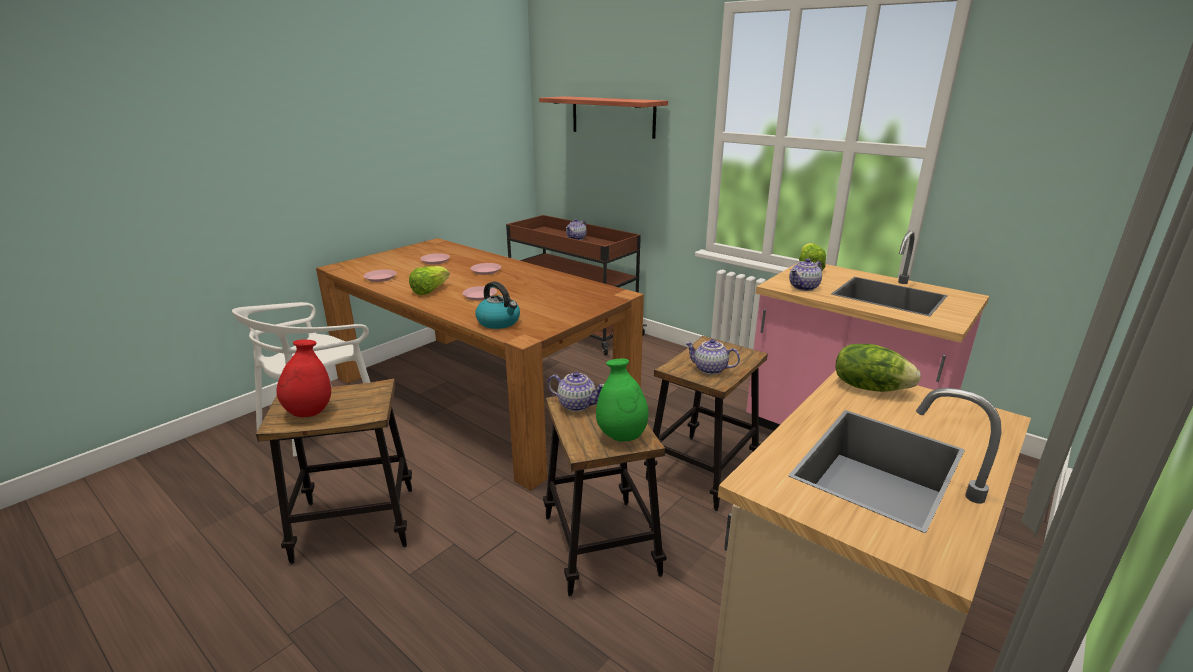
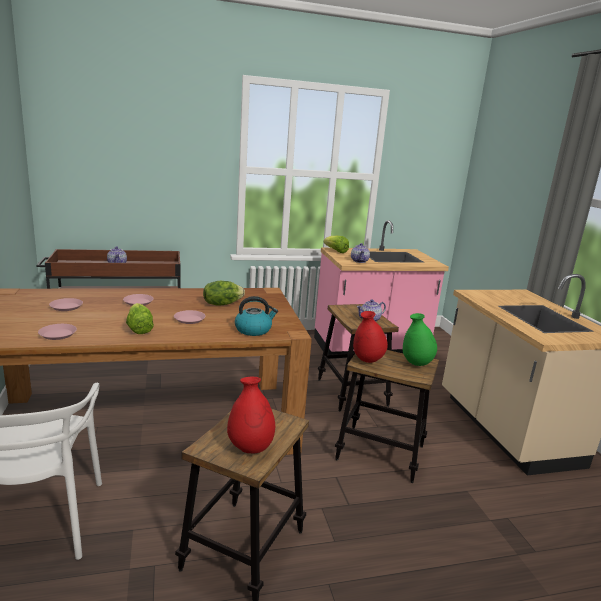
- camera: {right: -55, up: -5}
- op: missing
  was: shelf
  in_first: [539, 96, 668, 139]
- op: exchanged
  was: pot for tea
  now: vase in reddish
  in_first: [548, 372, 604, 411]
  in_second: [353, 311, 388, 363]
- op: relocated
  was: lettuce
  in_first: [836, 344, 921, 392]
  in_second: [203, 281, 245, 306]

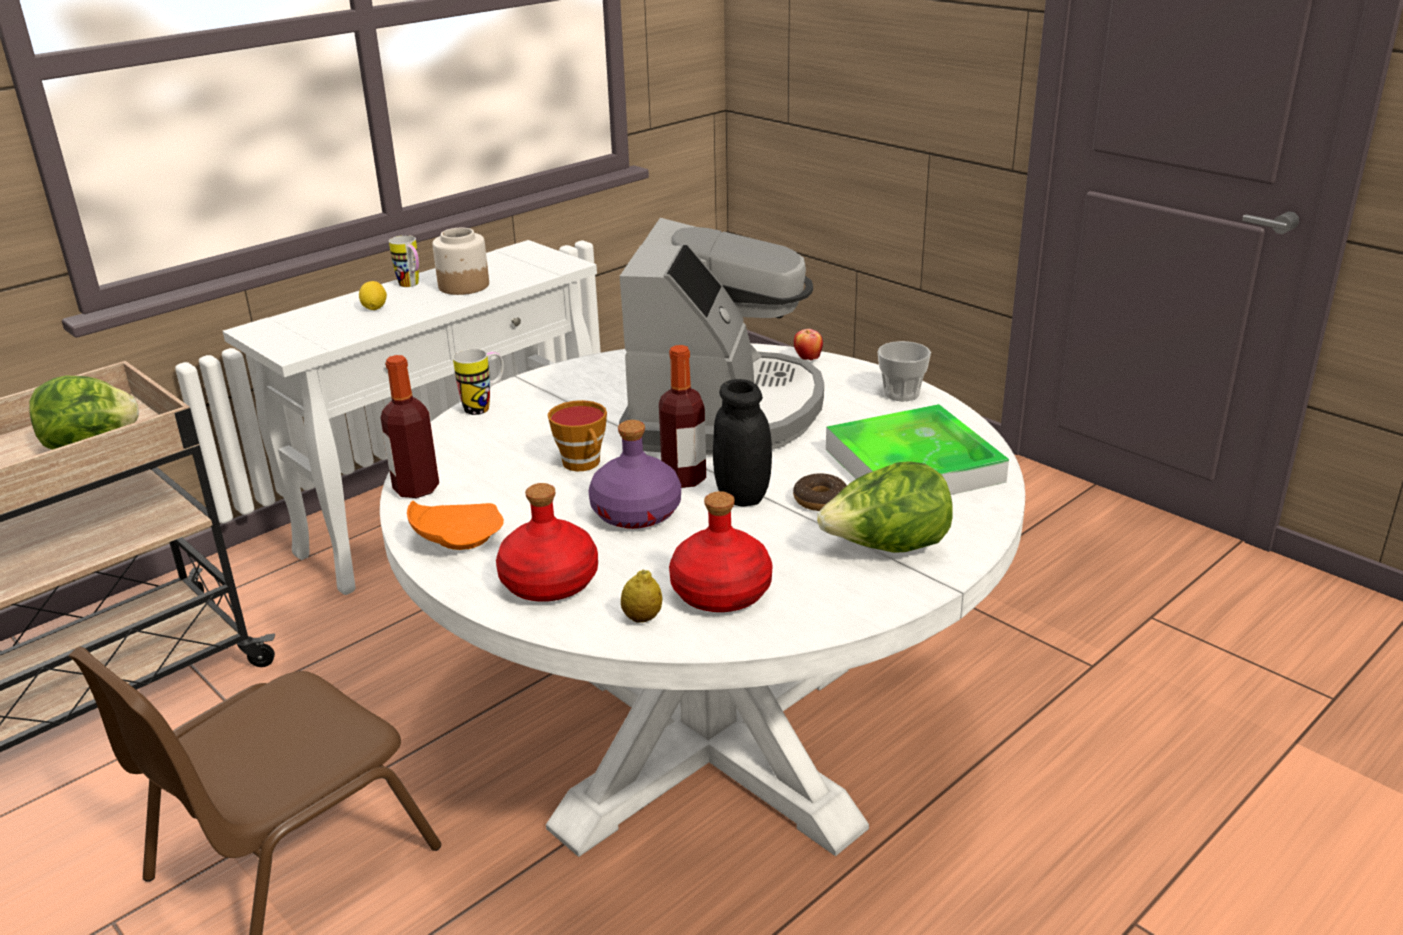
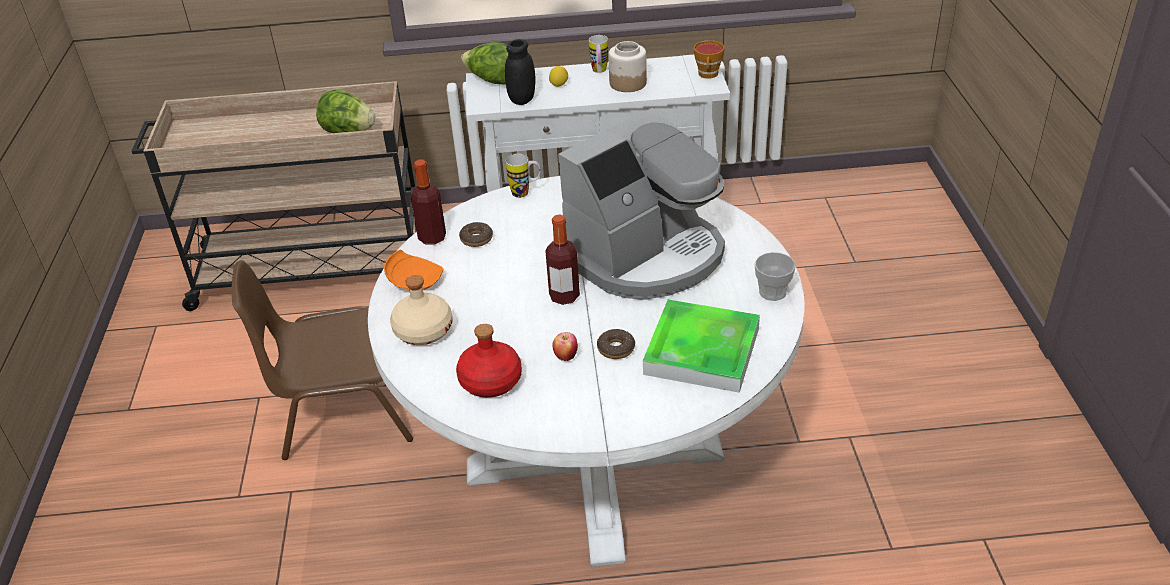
- camera: {right: 40, up: 10}
- op: colour
  was: beverage bottle in reddish
  now: beverage bottle in beige
  in_first: [496, 483, 598, 602]
  in_second: [390, 275, 452, 345]
- op: relocated
  was: drinking cup
  in_first: [548, 400, 607, 471]
  in_second: [694, 40, 724, 79]
- op: missing
  was: beverage bottle in purplish
  in_first: [589, 420, 681, 529]
- op: missing
  was: citrus fruit
  in_first: [621, 570, 662, 623]
- op: relocated
  was: storage jar in black
  in_first: [713, 379, 772, 506]
  in_second: [505, 39, 536, 105]
- op: relocated
  was: apple fruit
  in_first: [794, 329, 823, 361]
  in_second: [552, 332, 578, 361]
- op: relocated
  was: lettuce
  in_first: [817, 461, 953, 553]
  in_second: [461, 42, 508, 84]
- op: appeared
  now: ring doughnut
  in_second: [459, 222, 493, 247]

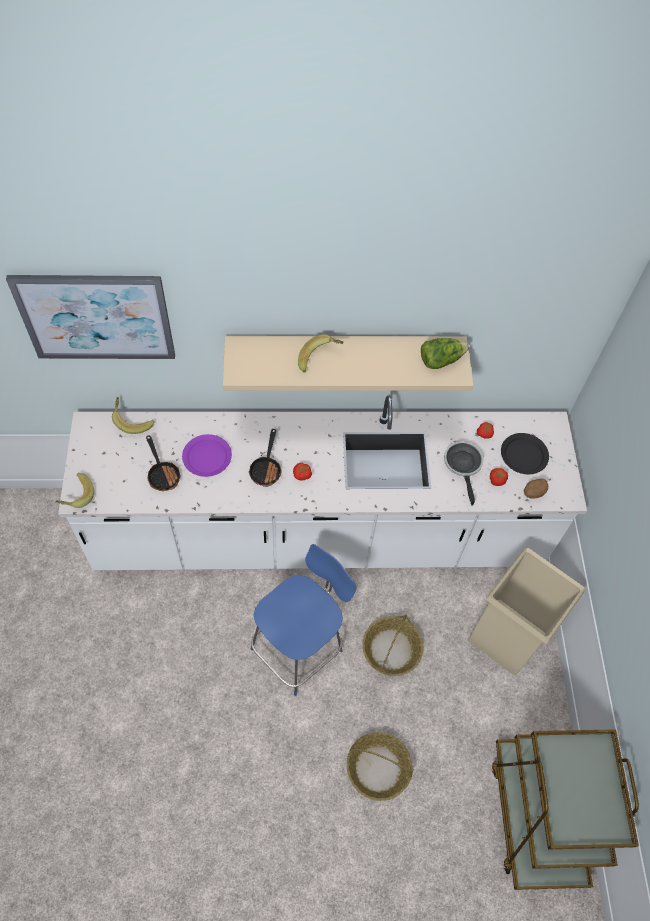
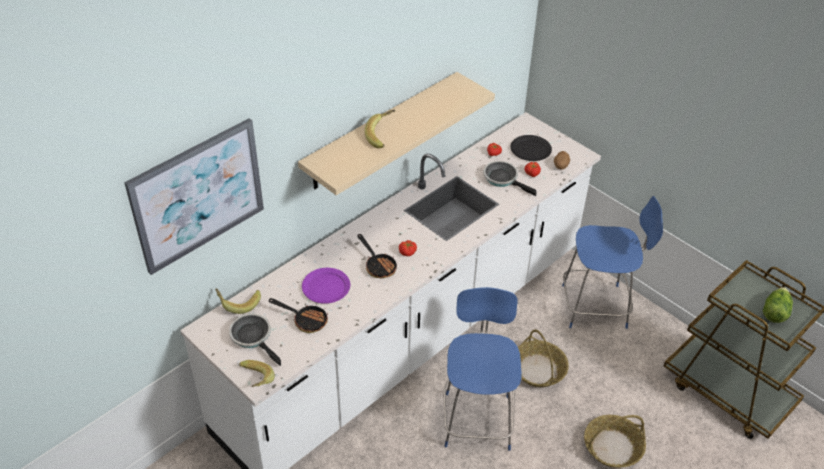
- camera: {right: -40, up: -15}
- op: relocated
  was: lettuce
  in_first: [421, 338, 469, 369]
  in_second: [763, 287, 793, 323]
- op: exchanged
  was: trash can in beige
  now: upright chair in blue
  in_first: [468, 548, 585, 676]
  in_second: [562, 196, 663, 329]
- op: appeared
  now: skillet
  in_second: [229, 314, 281, 366]

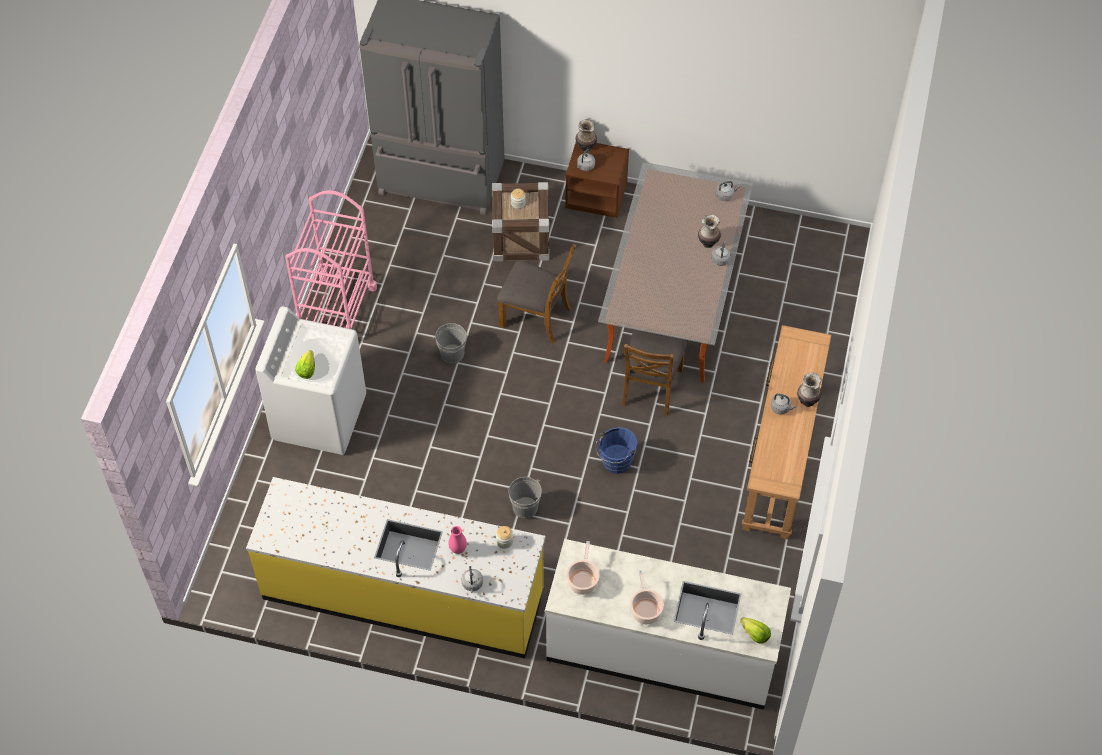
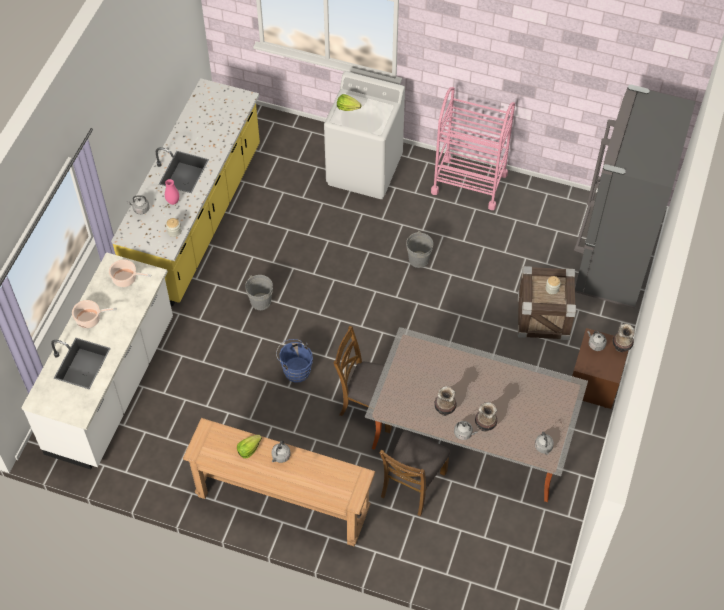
- camera: {right: 95, up: 0}
- op: relocated
  was: upright chair in brownish
  in_first: [497, 243, 576, 343]
  in_second: [380, 430, 451, 516]
- op: relocated
  was: lettuce
  in_first: [740, 617, 771, 644]
  in_second: [237, 435, 262, 458]
- op: relocated
  was: vase
  in_first: [797, 373, 822, 407]
  in_second: [434, 386, 457, 416]

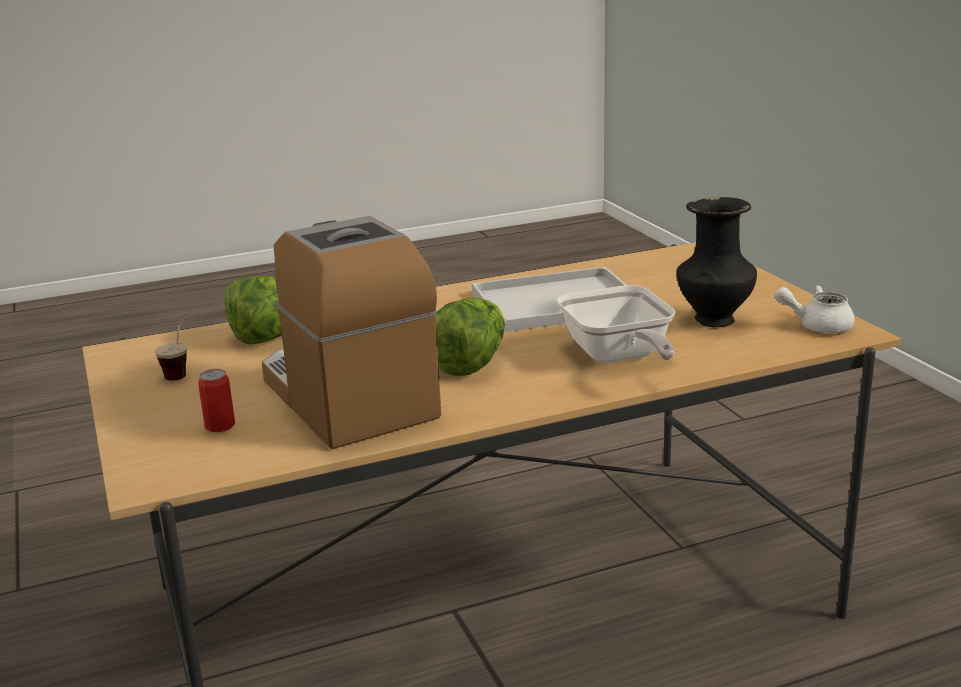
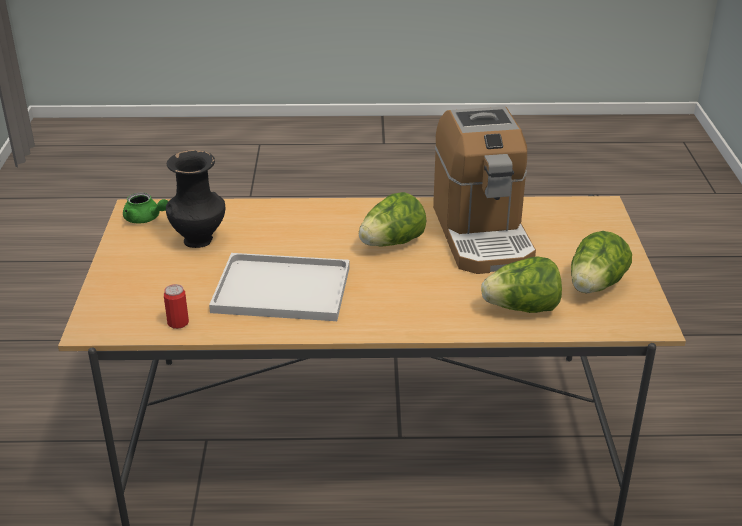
- camera: {right: -160, up: 10}
- op: exchanged
  was: drinking cup
  now: lettuce
  in_first: [155, 314, 187, 381]
  in_second: [571, 231, 632, 294]
- op: relocated
  was: metal can
  in_first: [198, 369, 235, 432]
  in_second: [164, 284, 189, 329]
- op: missing
  was: skillet
  in_first: [557, 285, 676, 363]
- op: colour
  was: pot for tea in white
  now: pot for tea in greenish
  in_first: [775, 285, 855, 333]
  in_second: [123, 192, 168, 223]

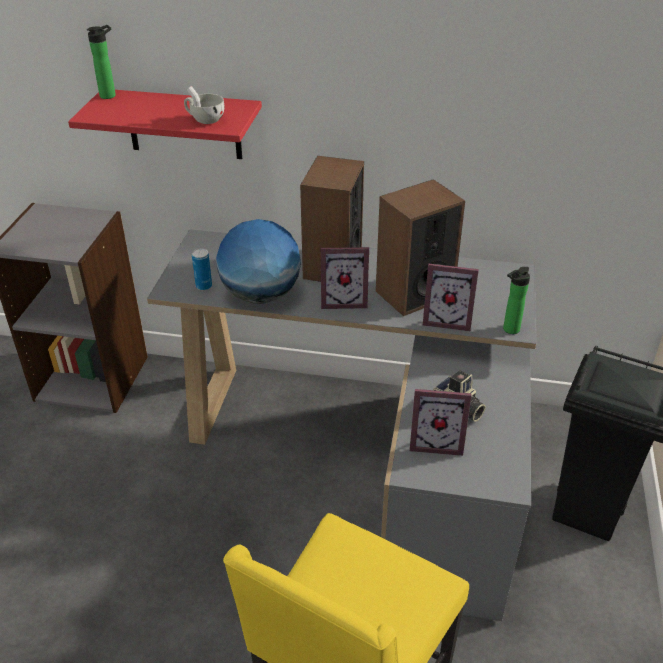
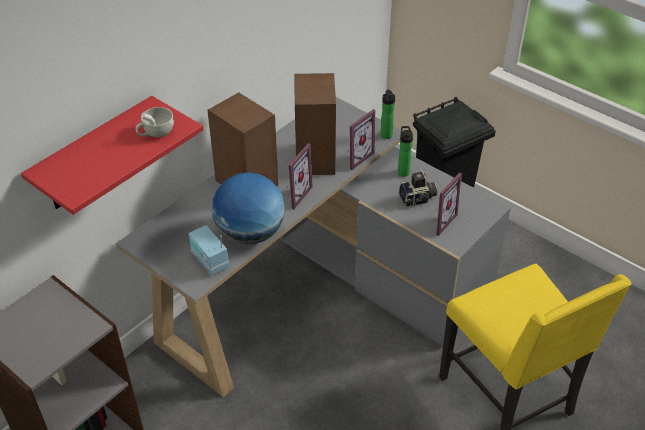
- camera: {right: -60, up: 5}
- op: relocated
  was: beverage bottle
  in_first: [87, 25, 116, 99]
  in_second: [398, 126, 413, 177]
- op: exchanged
  was: metal can
  now: radio receiver
  in_first: [192, 248, 212, 290]
  in_second: [189, 225, 229, 276]

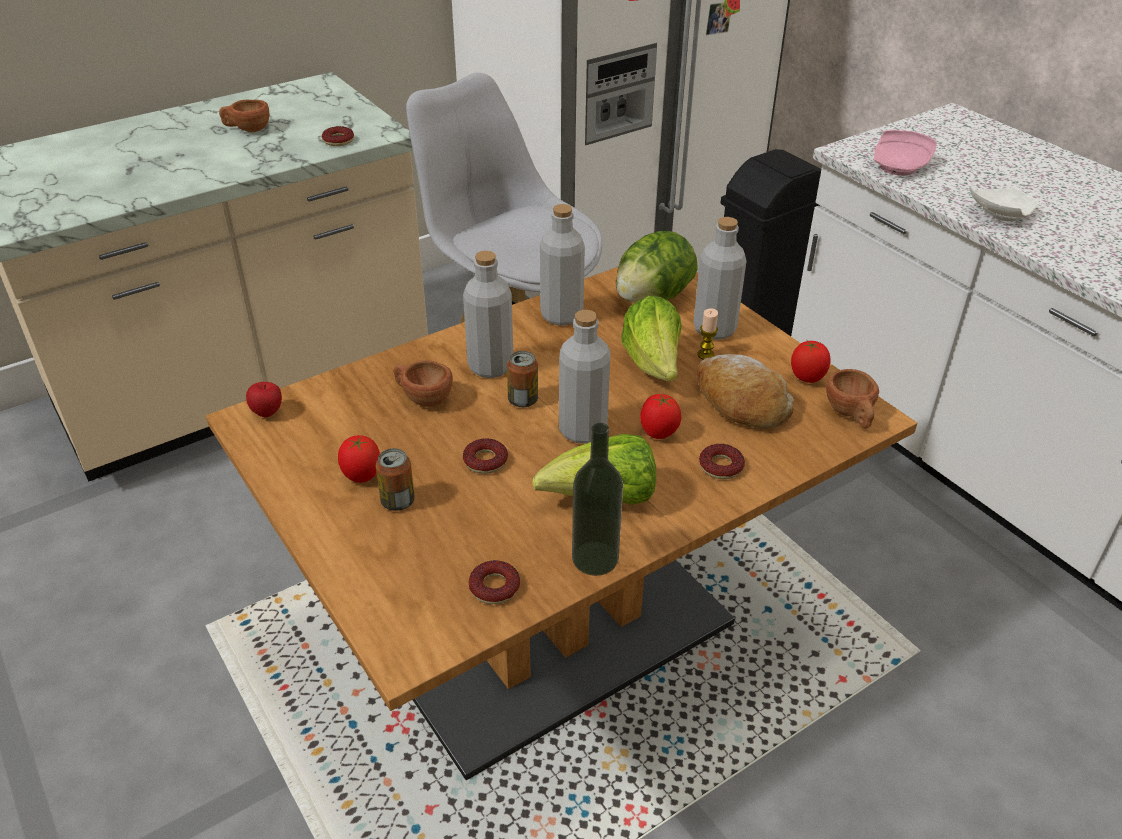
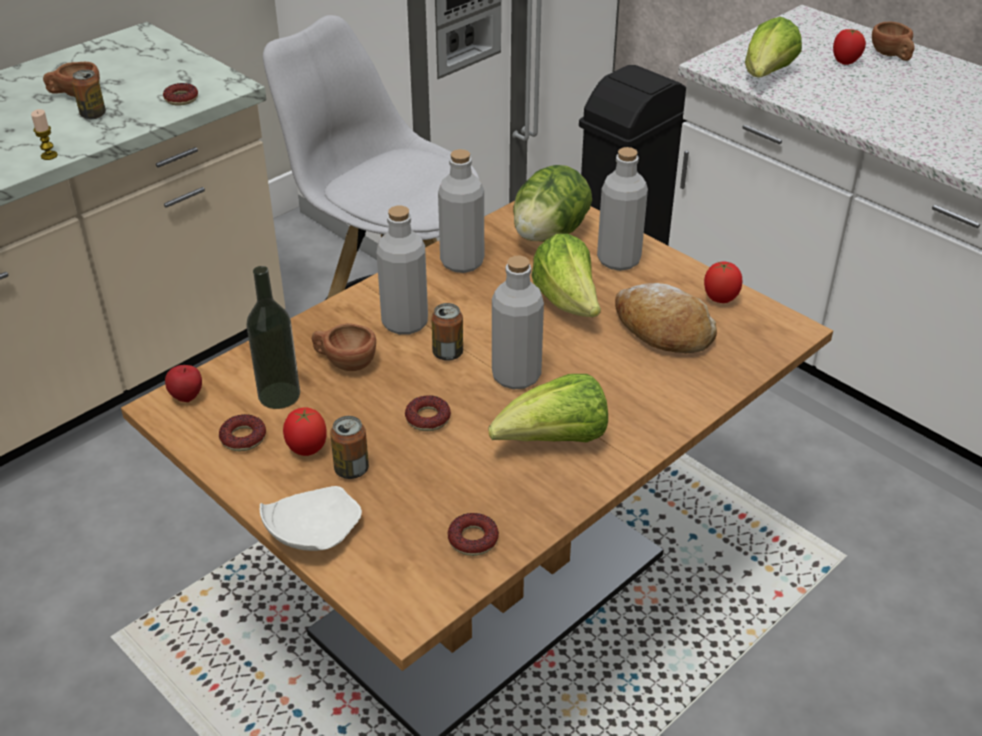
- camera: {right: -10, up: 0}
- op: relocated
  was: beverage bottle
  in_first: [572, 423, 623, 576]
  in_second: [246, 266, 300, 409]
- op: relocated
  was: tomato
  in_first: [640, 394, 681, 439]
  in_second: [833, 29, 866, 65]
- op: relocated
  was: candle
  in_first: [697, 308, 718, 359]
  in_second: [31, 109, 58, 160]
- op: relocated
  was: ring doughnut
  in_first: [699, 444, 745, 479]
  in_second: [219, 414, 266, 451]
- op: relocated
  was: drinking cup in brownish
  in_first: [826, 369, 879, 428]
  in_second: [872, 22, 915, 61]
- op: exchanged
  was: dinner plate in pinkish
  now: lettuce
  in_first: [873, 130, 937, 176]
  in_second: [745, 17, 802, 78]
- op: relocated
  was: dinner plate in white
  in_first: [969, 185, 1039, 221]
  in_second: [260, 486, 362, 551]
- op: appeared
  now: metal can
  in_second: [72, 70, 106, 119]

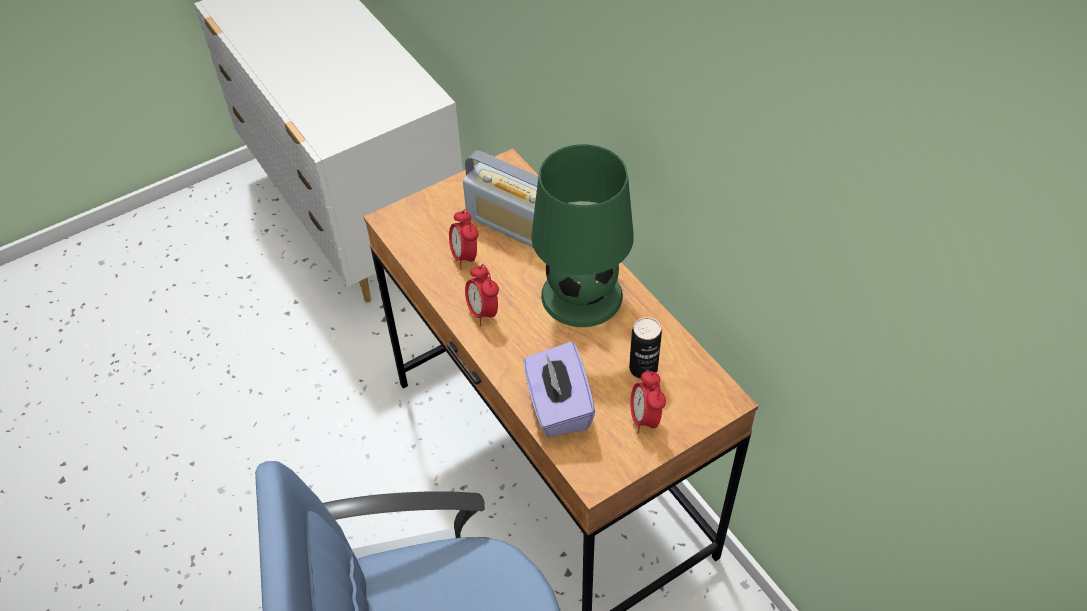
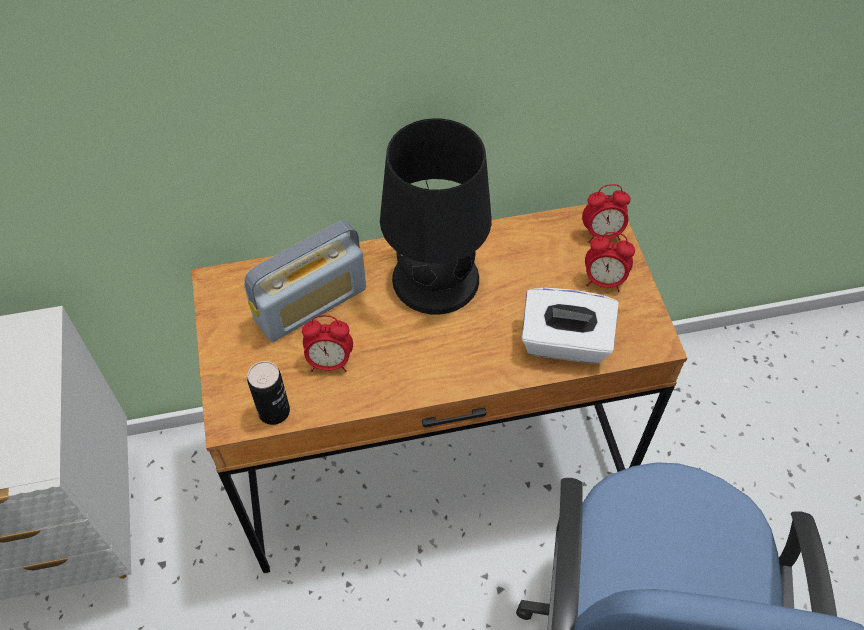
- camera: {right: -70, up: 5}
- op: relocated
  was: bedside clock
  in_first: [465, 264, 499, 326]
  in_second: [582, 184, 631, 243]
- op: colour
  was: tissue box in purplish
  now: tissue box in white
  in_first: [524, 342, 595, 437]
  in_second: [521, 288, 619, 364]
- op: colour
  was: table lamp in greenish
  now: table lamp in black
  in_first: [531, 144, 634, 327]
  in_second: [380, 118, 491, 315]
- op: relocated
  was: metal can
  in_first: [629, 317, 662, 379]
  in_second: [247, 361, 290, 425]

